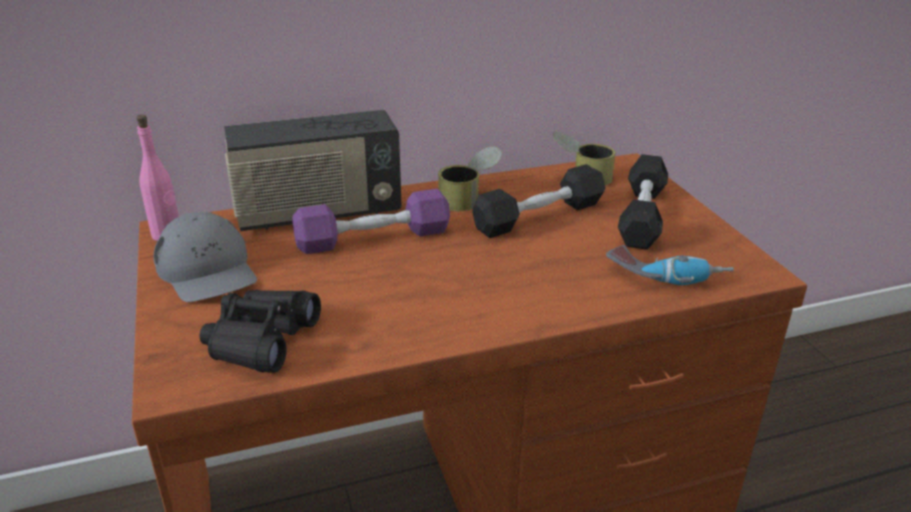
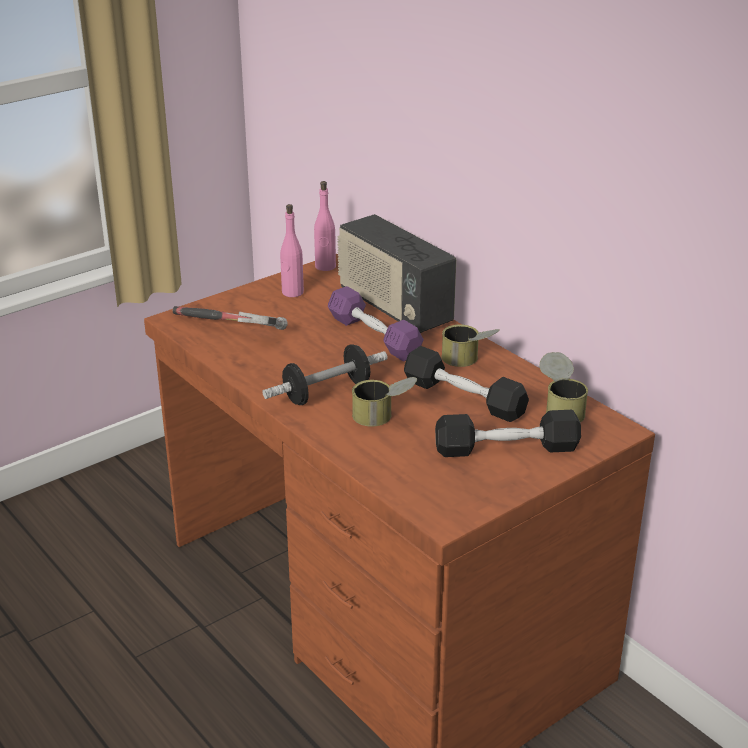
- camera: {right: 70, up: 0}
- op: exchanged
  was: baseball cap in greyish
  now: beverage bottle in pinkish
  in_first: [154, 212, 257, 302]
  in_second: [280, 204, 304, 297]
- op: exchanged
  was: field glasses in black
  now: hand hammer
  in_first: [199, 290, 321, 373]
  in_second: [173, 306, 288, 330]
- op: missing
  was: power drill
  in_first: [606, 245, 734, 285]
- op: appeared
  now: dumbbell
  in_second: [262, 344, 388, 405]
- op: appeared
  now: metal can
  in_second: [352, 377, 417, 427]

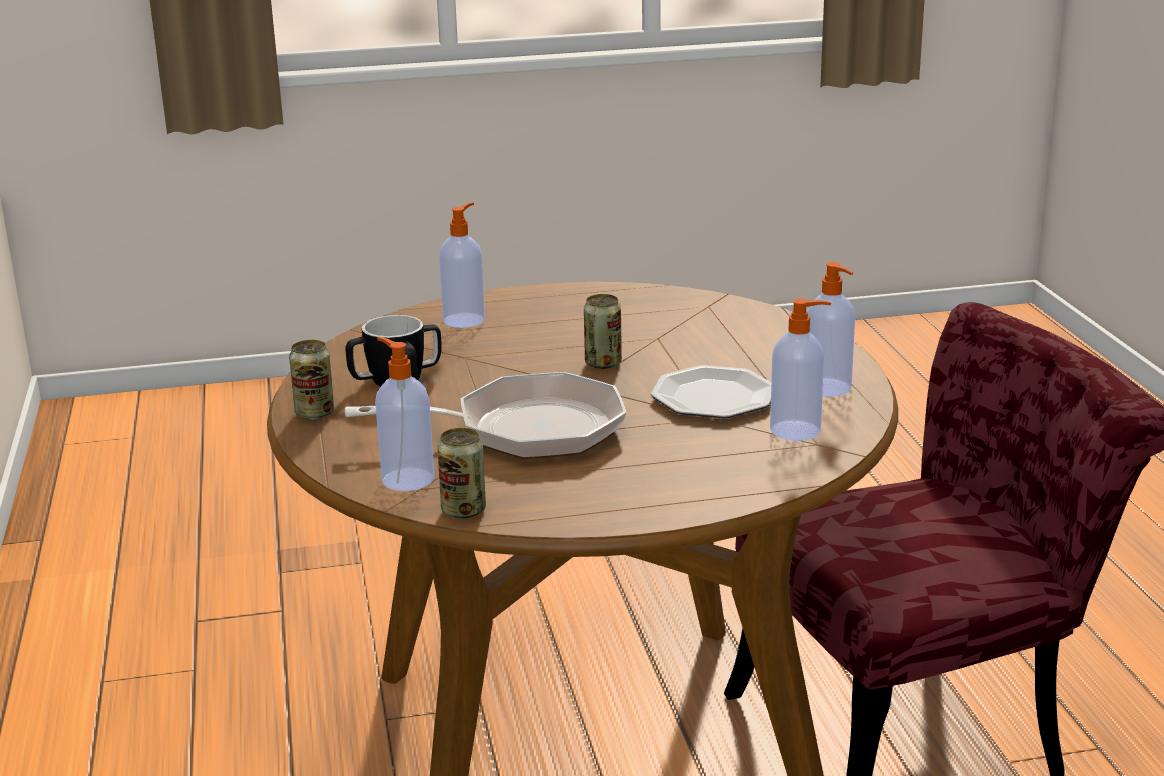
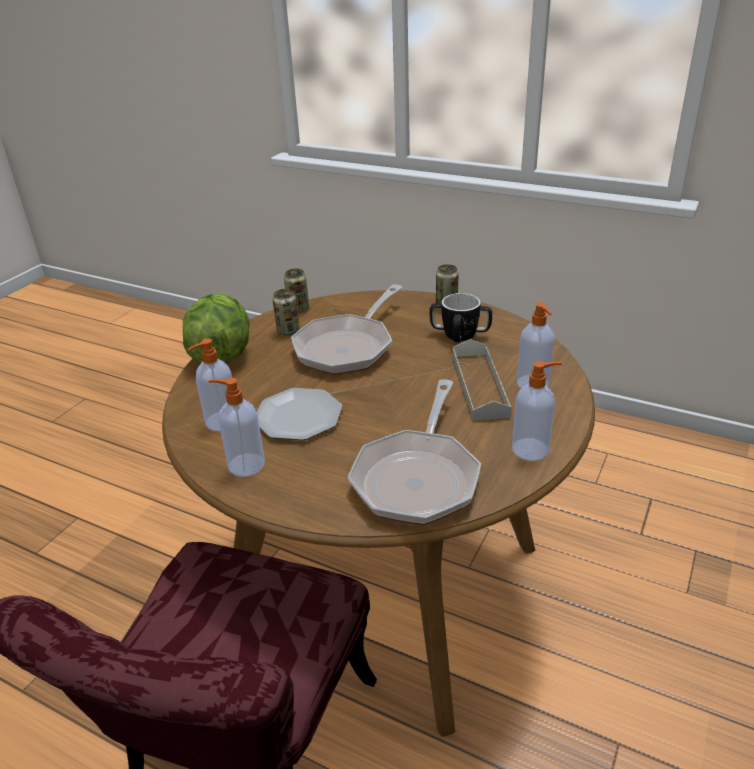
- camera: {right: 130, up: 10}
- op: relocated
  was: soap dispenser
  in_first: [375, 337, 435, 491]
  in_second: [512, 361, 562, 461]
- op: relocated
  was: metal can
  in_first: [584, 294, 622, 369]
  in_second: [273, 289, 300, 336]
- op: appeared
  now: lettuce
  in_second: [183, 293, 249, 364]
- op: appeared
  now: skillet
  in_second: [348, 379, 481, 525]
- op: appeared
  now: tray in greyish
  in_second: [453, 339, 512, 421]

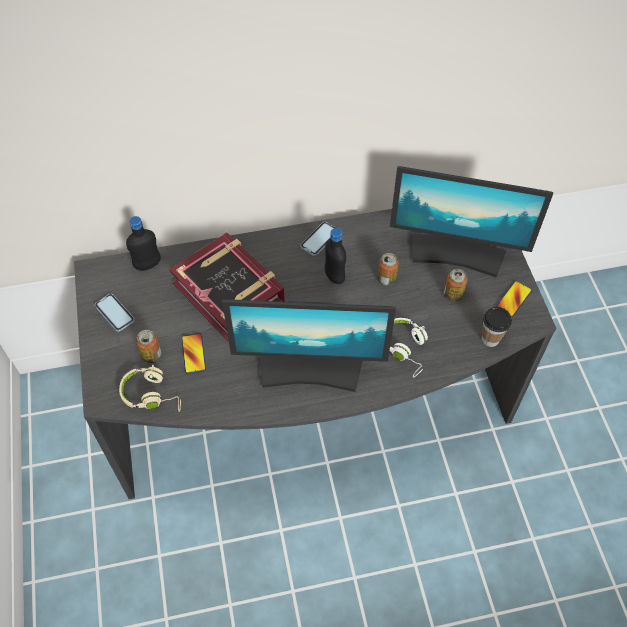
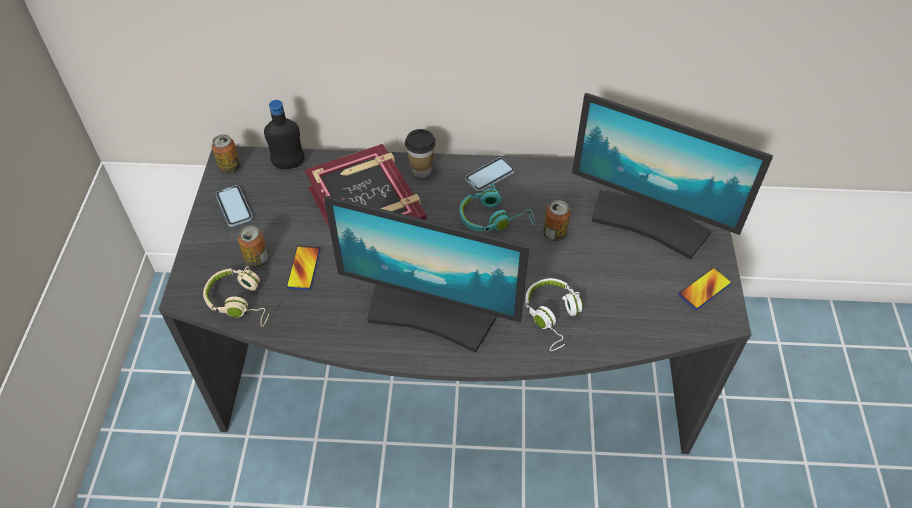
- camera: {right: 15, up: -5}
- op: exchanged
  was: beverage bottle in black
  now: pair of headphones in blue-green
  in_first: [325, 228, 346, 284]
  in_second: [460, 183, 535, 232]
- op: relocated
  was: metal can
  in_first: [444, 269, 468, 302]
  in_second: [212, 134, 241, 174]
- op: relocated
  was: drinking cup
  in_first: [482, 307, 512, 347]
  in_second: [405, 129, 436, 178]

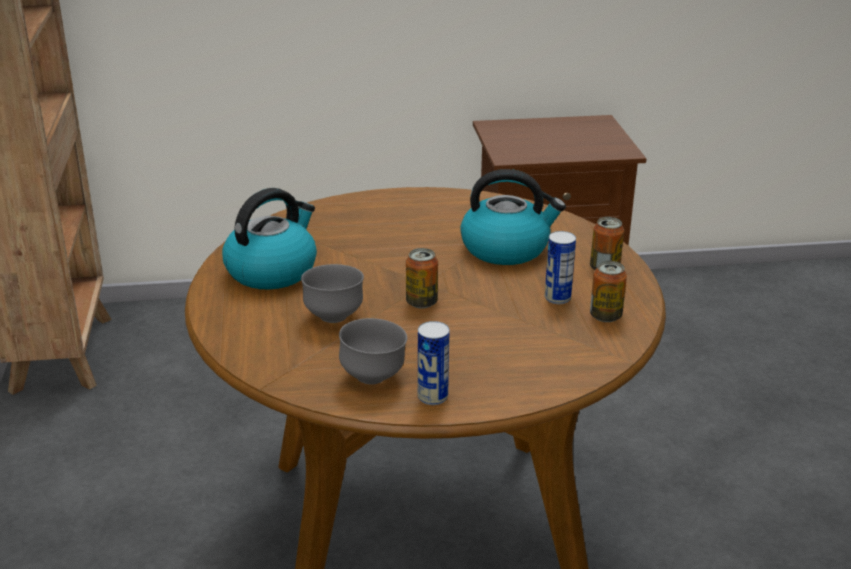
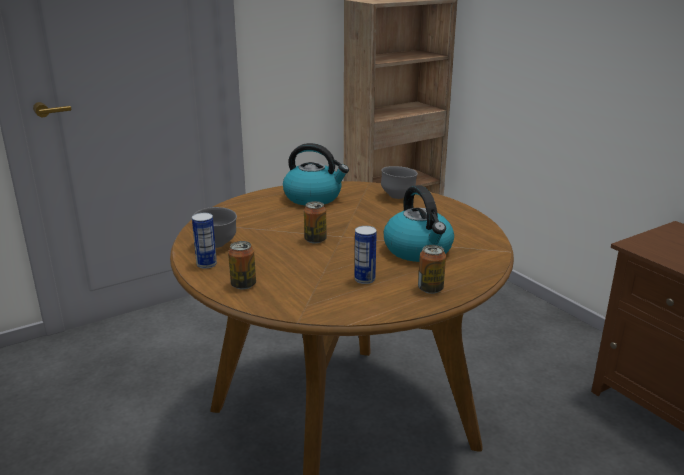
- camera: {right: 65, up: -5}
- op: relocated
  was: serving bowl in greyish
  in_first: [301, 264, 364, 323]
  in_second: [381, 166, 418, 199]
- op: relocated
  was: metal can
  in_first: [590, 261, 627, 322]
  in_second: [228, 241, 256, 289]

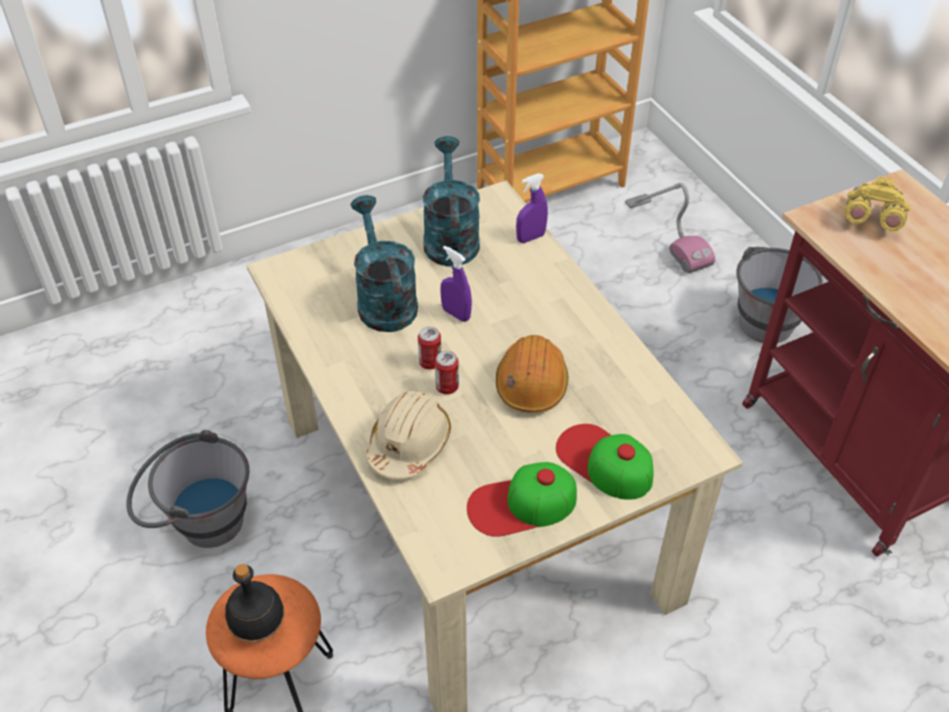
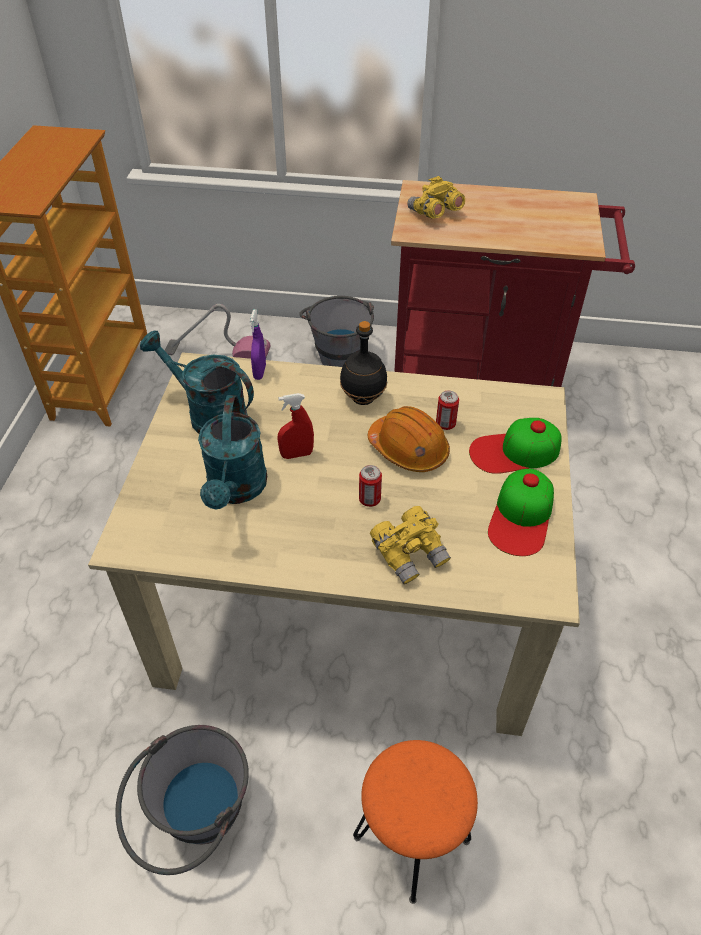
- camera: {right: -55, up: 0}
- op: relocated
  was: beverage bottle in black
  in_first: [225, 564, 284, 643]
  in_second: [340, 321, 387, 405]
- op: spun
  was: watering can in blue-green
  in_first: [350, 195, 418, 332]
  in_second: [198, 395, 267, 509]
  clockwise: -105
- op: exchanged
  was: hard hat in beige
  now: field glasses in yellowish
  in_first: [366, 391, 451, 480]
  in_second: [370, 506, 451, 584]
- op: relocated
  was: metal can
  in_first: [418, 327, 441, 370]
  in_second: [436, 390, 459, 430]
- op: colour
  was: hand sprayer in purplish
  now: hand sprayer in reddish
  in_first: [441, 246, 472, 322]
  in_second: [278, 393, 314, 459]

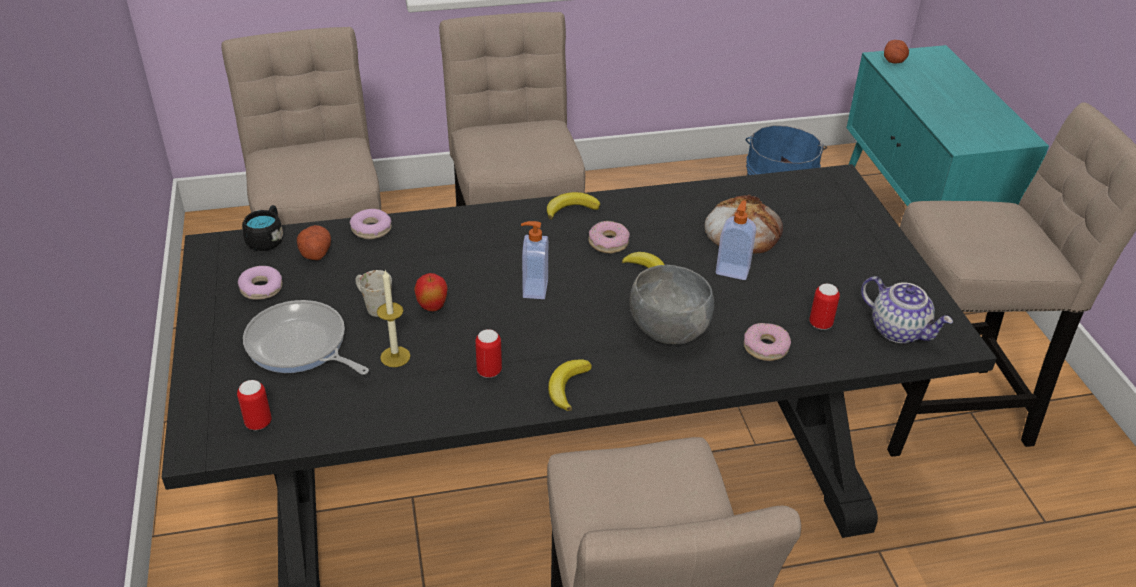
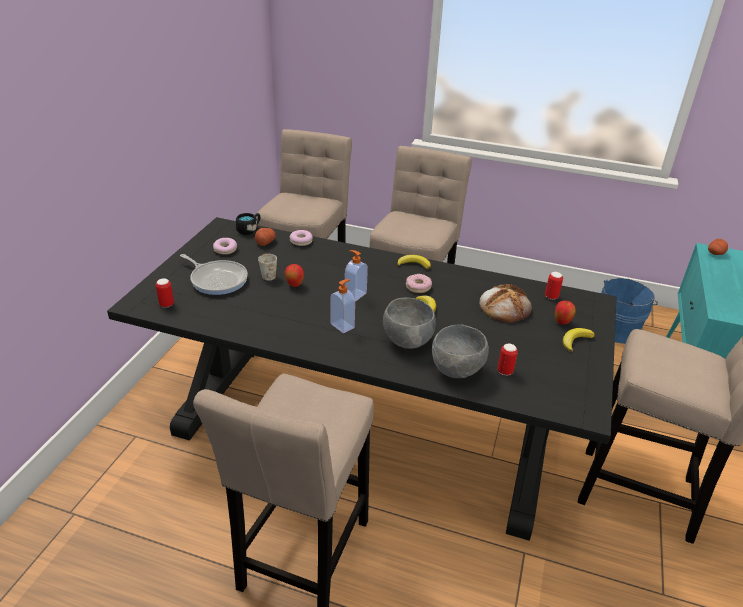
- camera: {right: 30, up: -5}
- op: spun
  was: skillet
  in_first: [243, 300, 369, 375]
  in_second: [180, 254, 248, 295]
  clockwise: 150
- op: missing
  was: candle
  in_first: [377, 269, 411, 367]
- op: relocated
  was: metal can
  in_first: [475, 329, 502, 378]
  in_second: [545, 272, 563, 300]
- op: relocated
  was: whole banana
  in_first: [548, 360, 592, 411]
  in_second: [563, 328, 595, 352]
- op: relocated
  was: soap dispenser
  in_first: [716, 200, 756, 280]
  in_second: [330, 279, 355, 333]
- op: exchanged
  was: ring doughnut
  now: serving bowl in greyish
  in_first: [744, 323, 791, 361]
  in_second: [432, 325, 489, 378]
- op: missing
  was: pot for tea
  in_first: [861, 276, 953, 343]
- op: appeared
  now: apple fruit
  in_second: [555, 301, 576, 325]

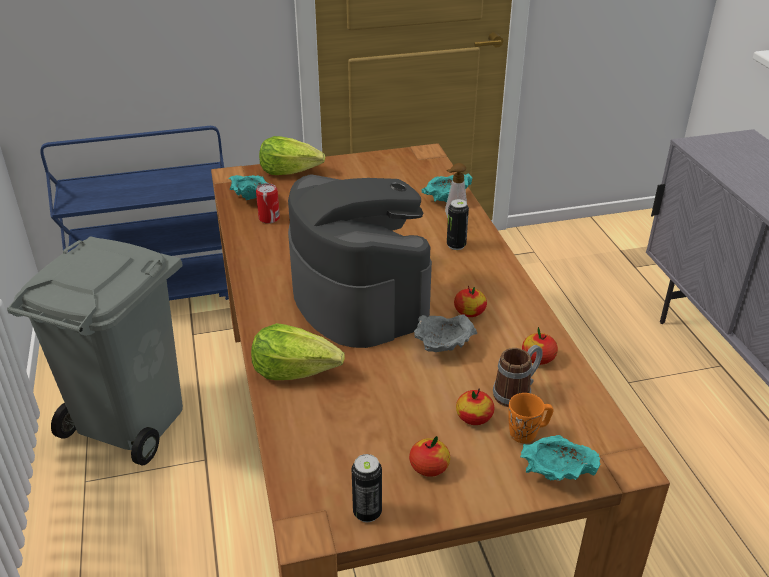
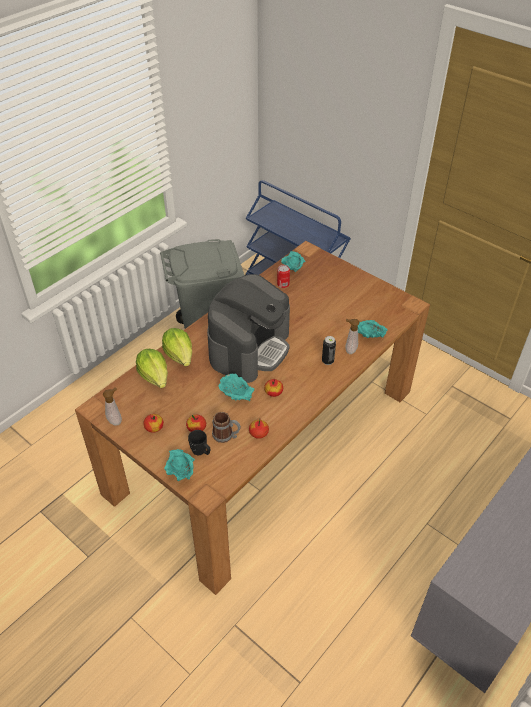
- camera: {right: 55, up: 10}
- op: relocated
  was: lettuce
  in_first: [259, 136, 325, 175]
  in_second: [136, 349, 168, 388]
- op: exchanged
  was: metal can
  now: soap dispenser
  in_first: [352, 454, 382, 522]
  in_second: [103, 387, 122, 426]
- op: colour
  was: serving bowl in greyish
  now: serving bowl in blue-green
  in_first: [414, 314, 477, 352]
  in_second: [219, 374, 255, 401]
- op: colour
  was: coffee mug in orange-coloured
  now: coffee mug in black
  in_first: [508, 393, 554, 443]
  in_second: [188, 430, 210, 455]

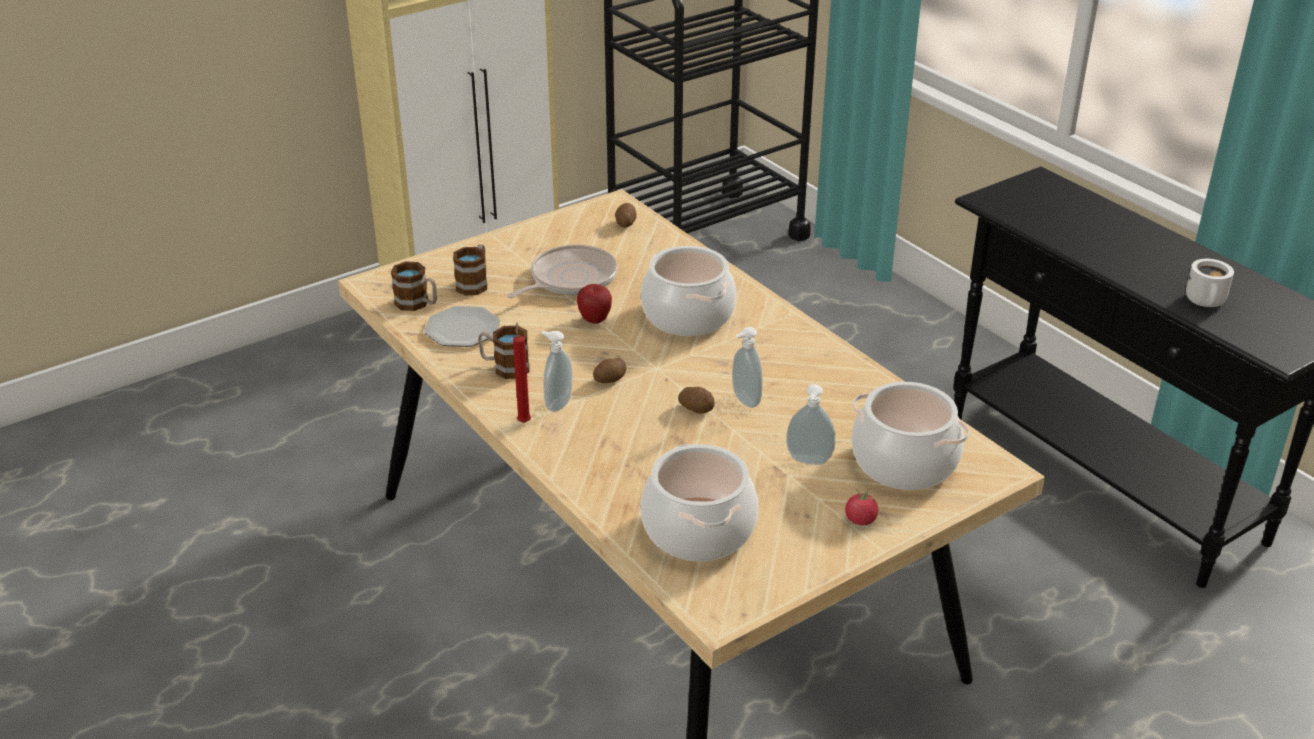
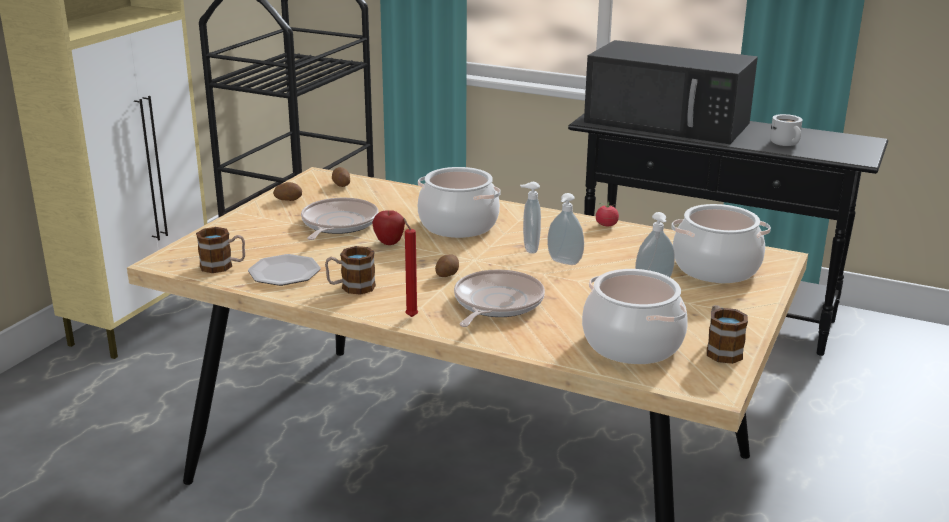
- camera: {right: -30, up: -10}
- op: relocated
  was: coffee mug
  in_first: [453, 244, 488, 295]
  in_second: [707, 305, 748, 364]
- op: relocated
  was: soap dispenser
  in_first: [542, 331, 572, 412]
  in_second: [520, 182, 541, 254]
- op: relocated
  was: potato
  in_first: [678, 387, 715, 413]
  in_second: [273, 182, 302, 201]
- op: relocated
  was: tomato
  in_first: [845, 489, 878, 525]
  in_second: [596, 201, 619, 226]
- op: appeared
  now: skillet
  in_second: [454, 270, 545, 327]
- op: appeared
  now: kitchen microwave in black
  in_second: [584, 40, 758, 144]

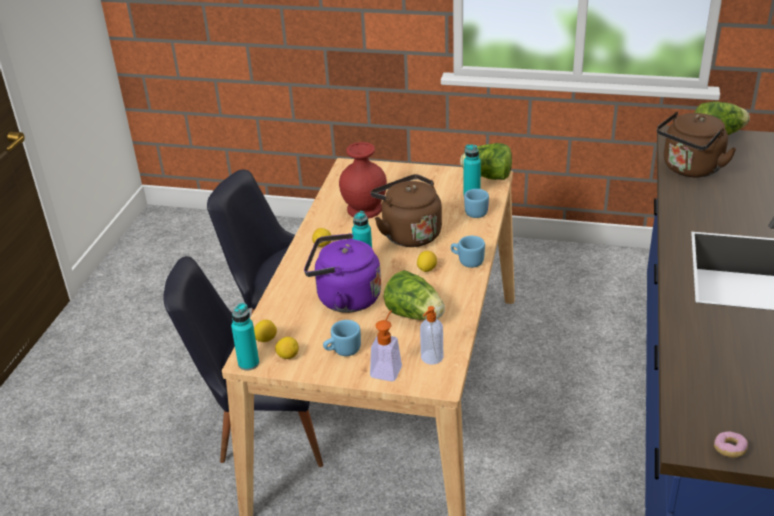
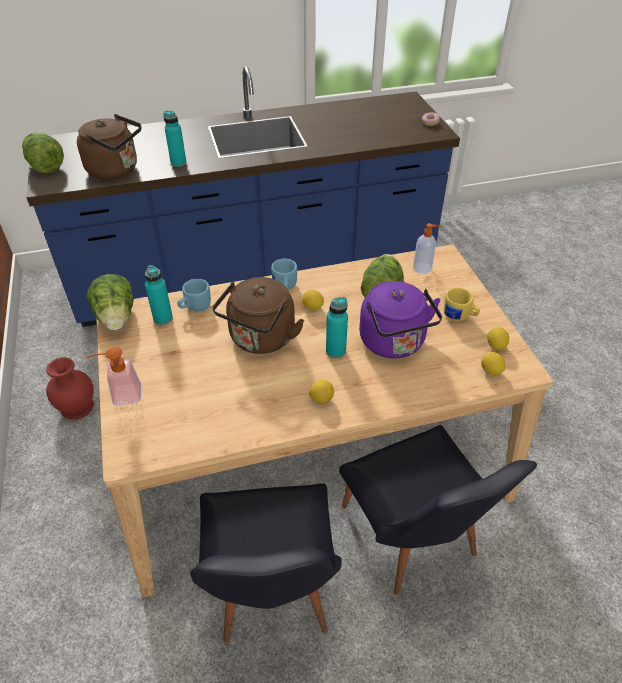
- camera: {right: -120, up: 10}
- op: relocated
  was: beverage bottle in blue-green
  in_first: [231, 303, 259, 370]
  in_second: [163, 111, 187, 167]
- op: colour
  was: coffee mug in blue
  now: coffee mug in yellowish
  in_first: [323, 320, 361, 356]
  in_second: [444, 288, 480, 321]
- op: relocated
  was: vase in reddish
  in_first: [339, 142, 387, 219]
  in_second: [46, 357, 94, 420]
- op: relocated
  was: soap dispenser
  in_first: [370, 309, 402, 381]
  in_second: [85, 347, 141, 405]

